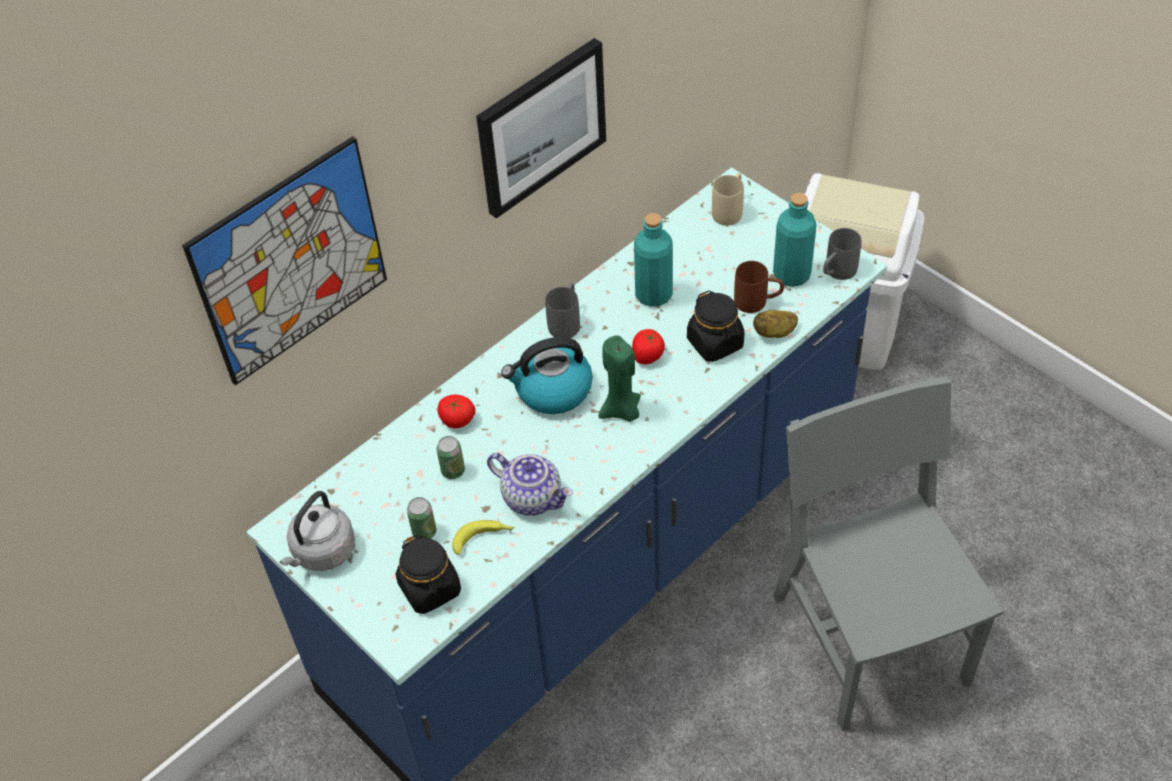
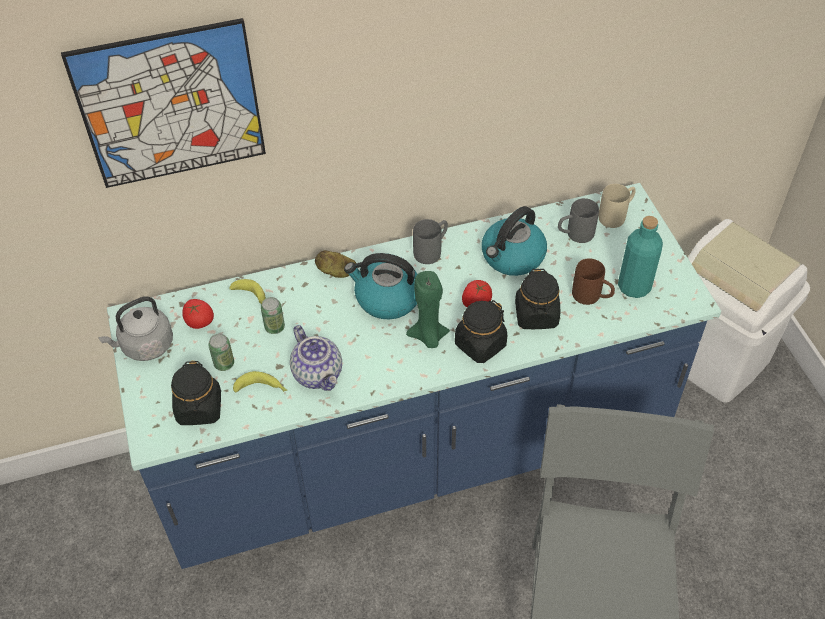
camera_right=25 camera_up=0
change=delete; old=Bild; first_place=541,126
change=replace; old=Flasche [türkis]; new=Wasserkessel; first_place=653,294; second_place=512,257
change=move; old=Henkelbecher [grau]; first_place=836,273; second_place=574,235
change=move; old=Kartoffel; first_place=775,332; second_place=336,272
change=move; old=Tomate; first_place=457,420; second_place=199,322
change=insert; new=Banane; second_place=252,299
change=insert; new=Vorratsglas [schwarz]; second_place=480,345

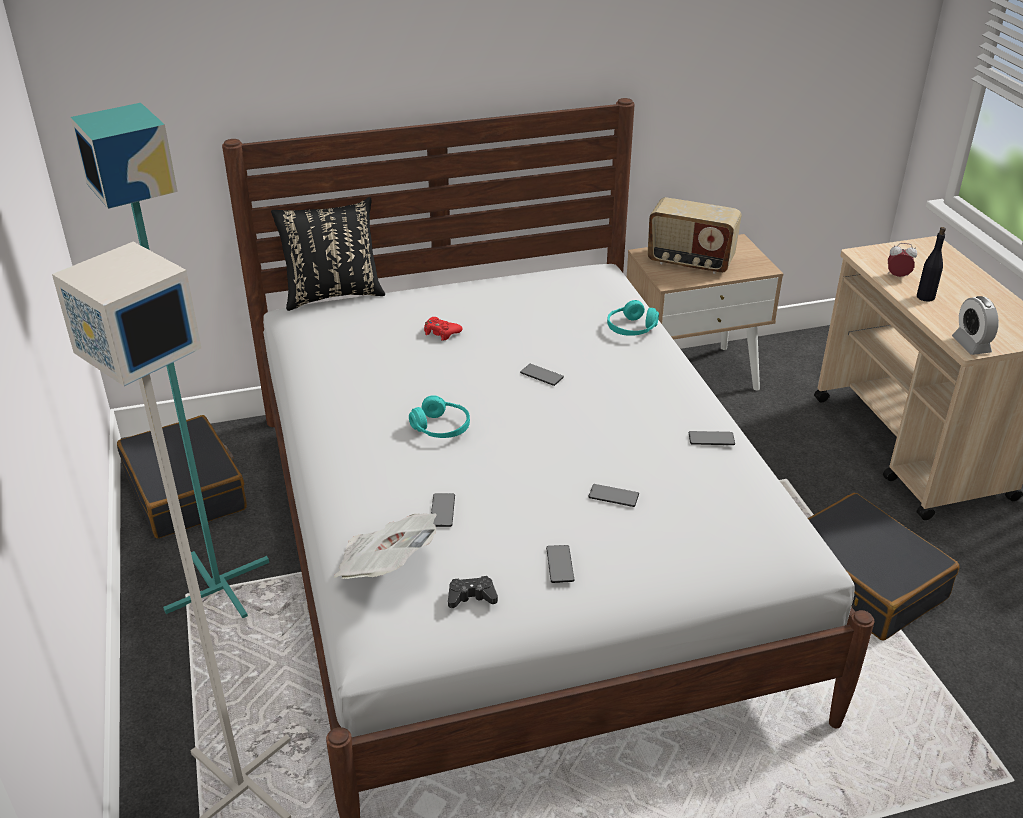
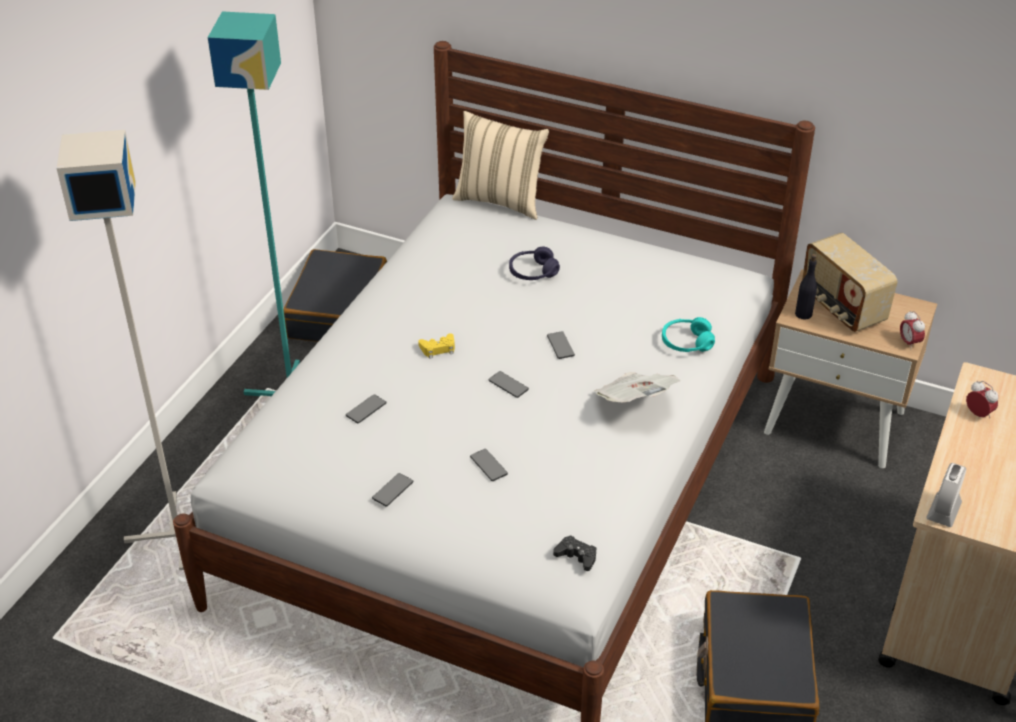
camera_right=40 camera_up=5
change=recolor; old=Kissen [schwarz]; new=Kissen [beige]; first_place=333,294; second_place=500,200
change=move; old=Flasche [schwarz]; first_place=925,297; second_place=803,314
change=replace; old=Gamepad [rot]; new=Kopfhörer [lila]; first_place=441,332; second_place=533,272
change=replace; old=Kopfhörer [türkis]; new=Gamepad [gelb]; first_place=441,428; second_place=438,349
change=move; old=Handy; first_place=711,439; second_place=508,385
change=move; old=Zeitung; first_place=386,566; second_place=635,402
change=move; old=Gamepad [schwarz]; first_place=471,597; second_place=576,556
change=insert; new=Wecker; second_place=909,343

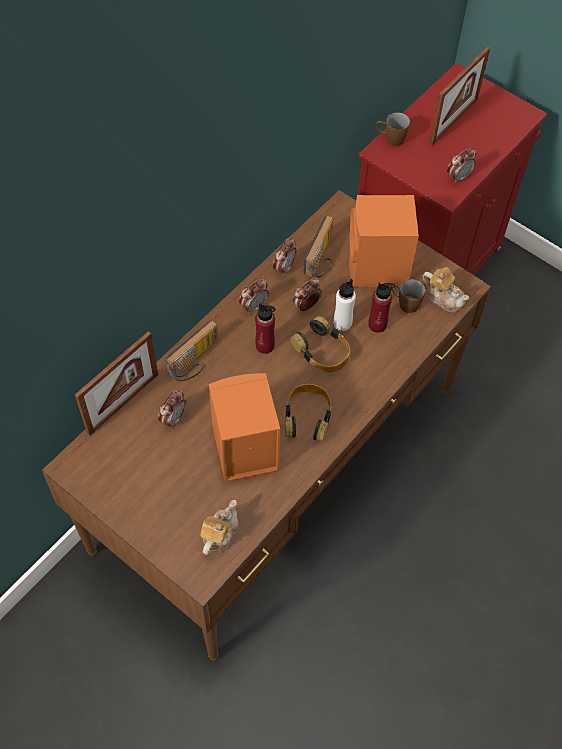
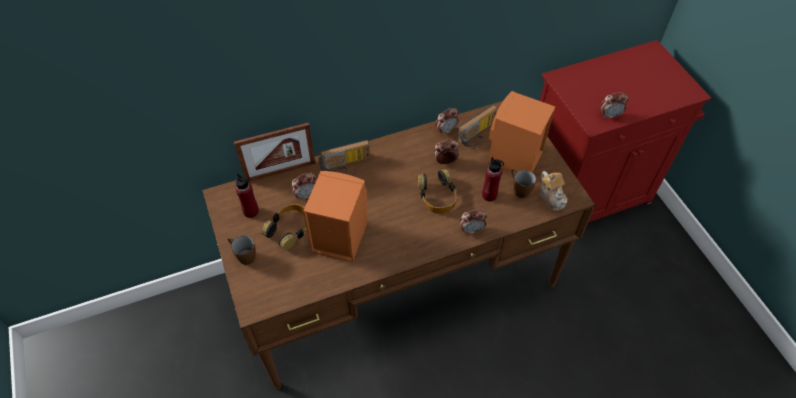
camera_right=30 camera_up=-5
change=delete; old=Bilderrahmen; first_place=453,121
change=move; old=Henkelbecher [braun]; first_place=390,139; second_place=243,255
change=move; old=Wecker; first_place=254,306; second_place=471,230
change=delete; old=Flasche [weiß]; first_place=342,323
change=move; old=Flasche [rot]; first_place=265,345; second_place=251,211
change=move; old=Kopfhörer; first_place=307,416; second_place=290,229
change=delete; old=Teekanne; first_place=219,534

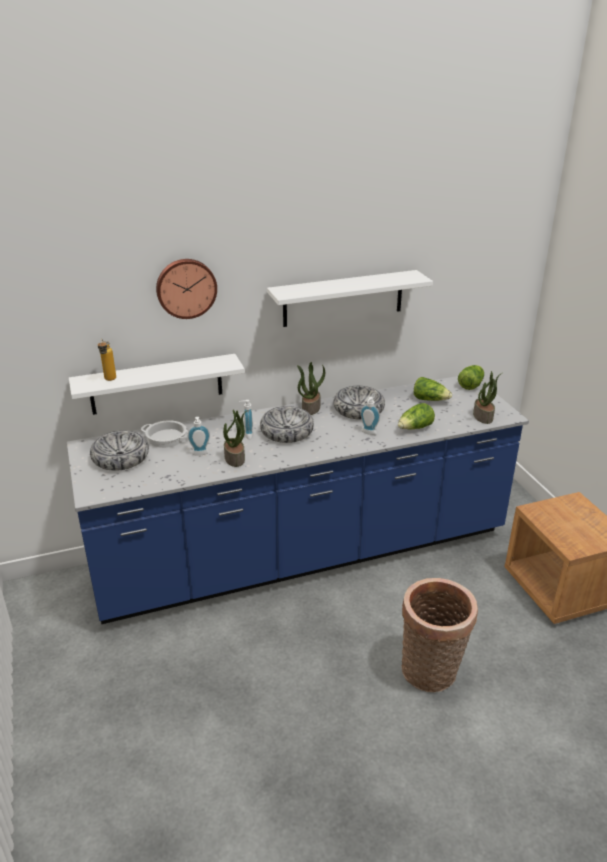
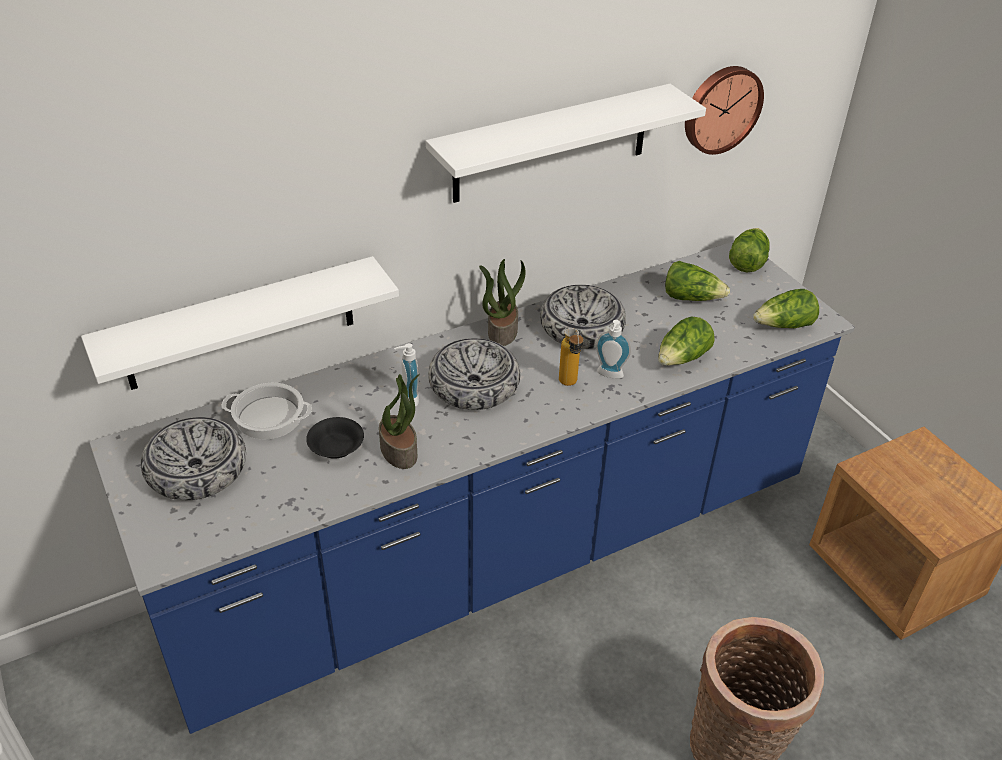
camera_right=-10 camera_up=10
change=move; old=Wanduhr; first_place=186,288; second_place=721,108
change=move; old=Flasche; first_place=109,380; second_place=569,385
change=replace; old=Topfpflanze; new=Salatkopf; first_place=483,417; second_place=784,326
change=replace; old=Seifenspender; new=Schüssel [schwarz]; first_place=200,454; second_place=337,447

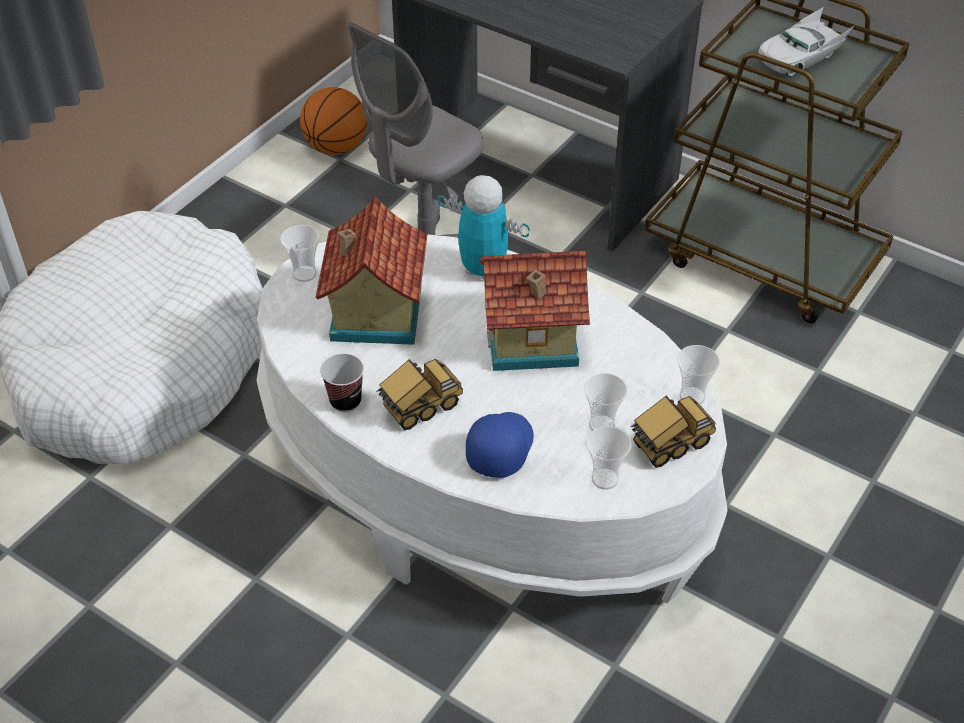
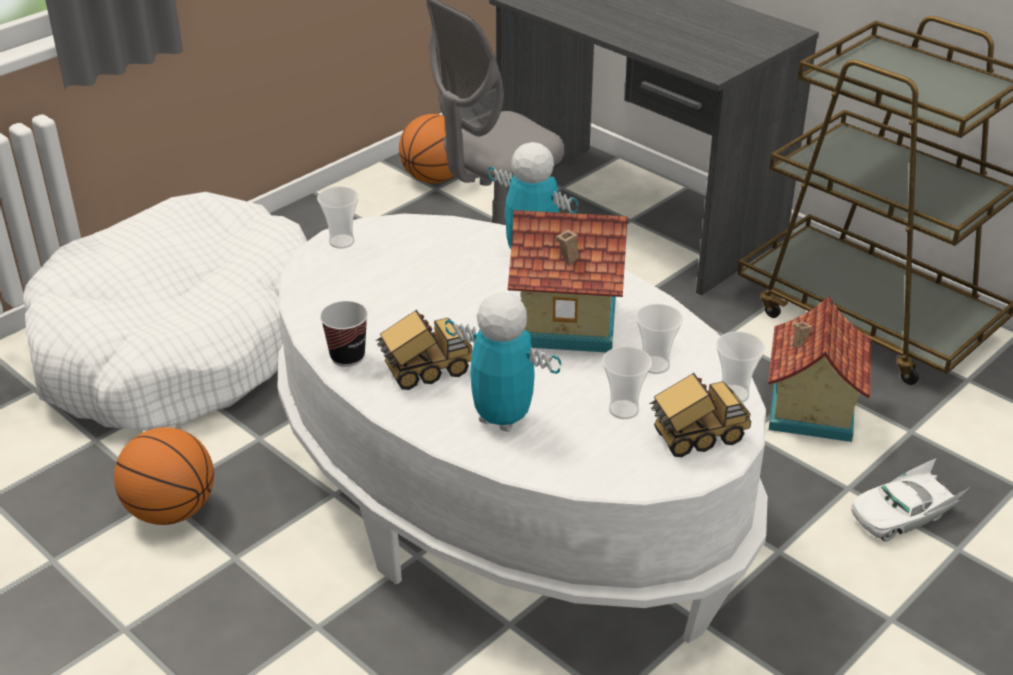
camera_right=10 camera_up=-10
change=move; old=Spielzeugauto [weiß]; first_place=801,56; second_place=903,514
change=move; old=Spielzeughaus; first_place=373,313; second_place=808,410
change=replace; old=Kappe [blau]; new=Spielzeugroboter; first_place=499,448; second_place=502,418
change=move; old=Tasse; first_place=605,479; second_place=655,365
change=insert; new=Basketball; second_place=171,511

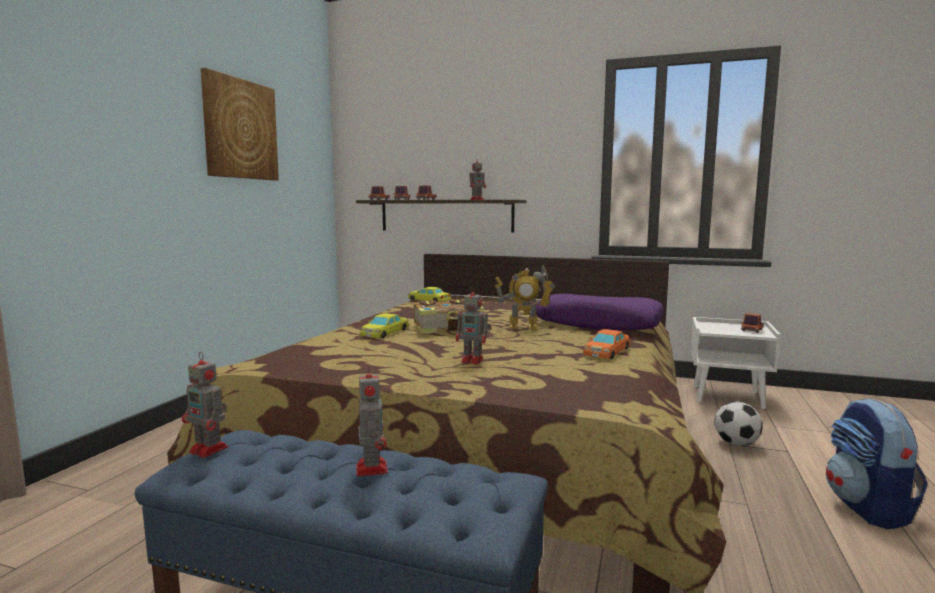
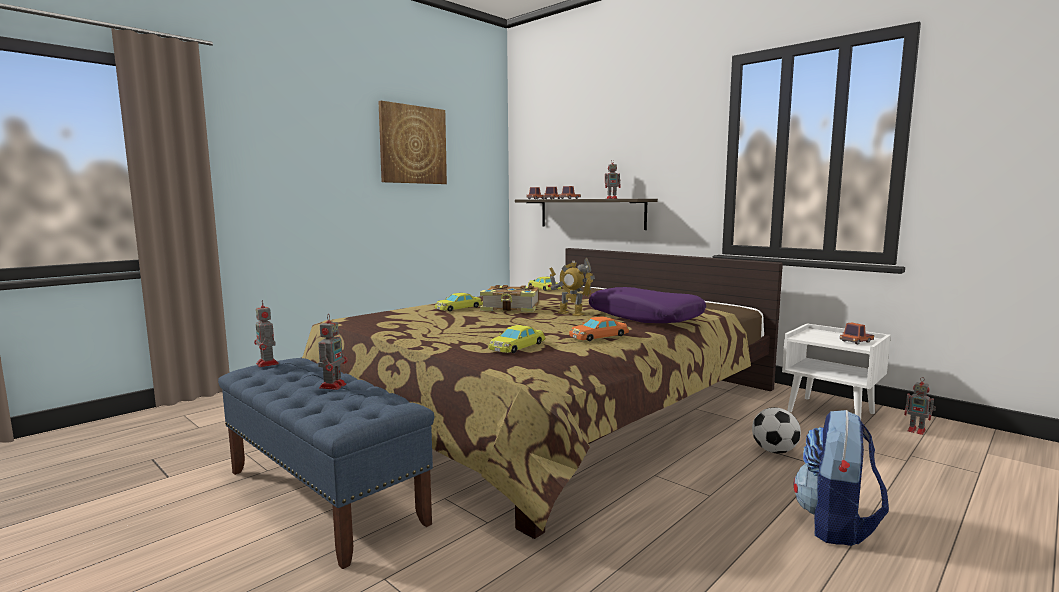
camera_right=25 camera_up=0
change=move; old=Spielzeugroboter; first_place=473,361; second_place=917,431
change=insert; new=Spielzeugauto [gelb]; second_place=517,346

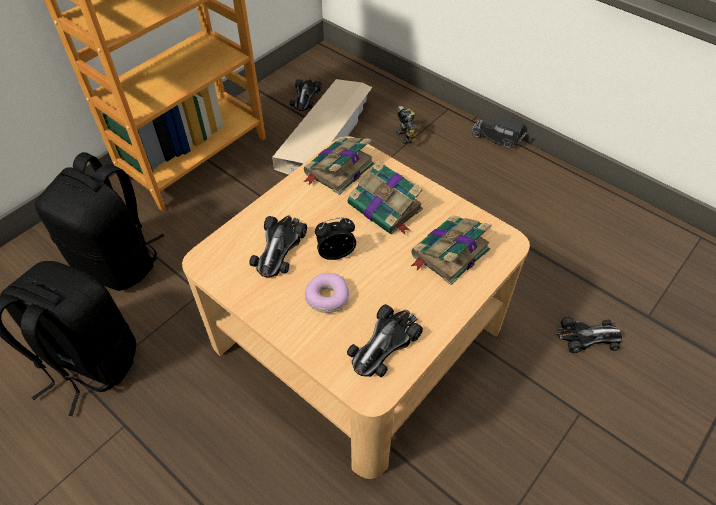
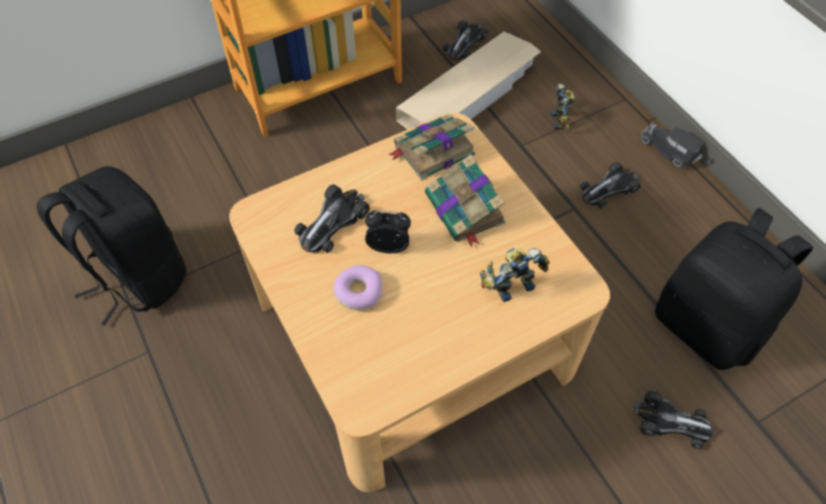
camera_right=20 camera_up=5
change=move; old=Rucksack [schwarz]; first_place=118,262; second_place=706,326
change=replace; old=Buch; new=Spielzeugroboter; first_place=449,254; second_place=511,284
change=move; old=Spielzeugauto; first_place=384,344; second_place=608,188

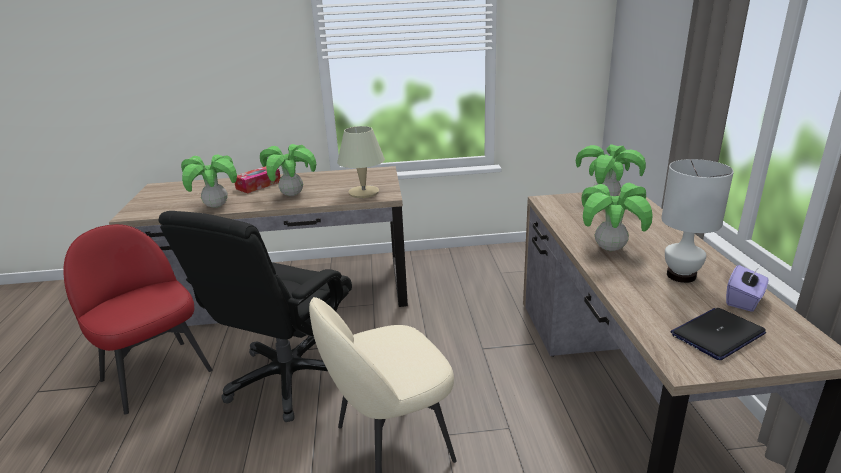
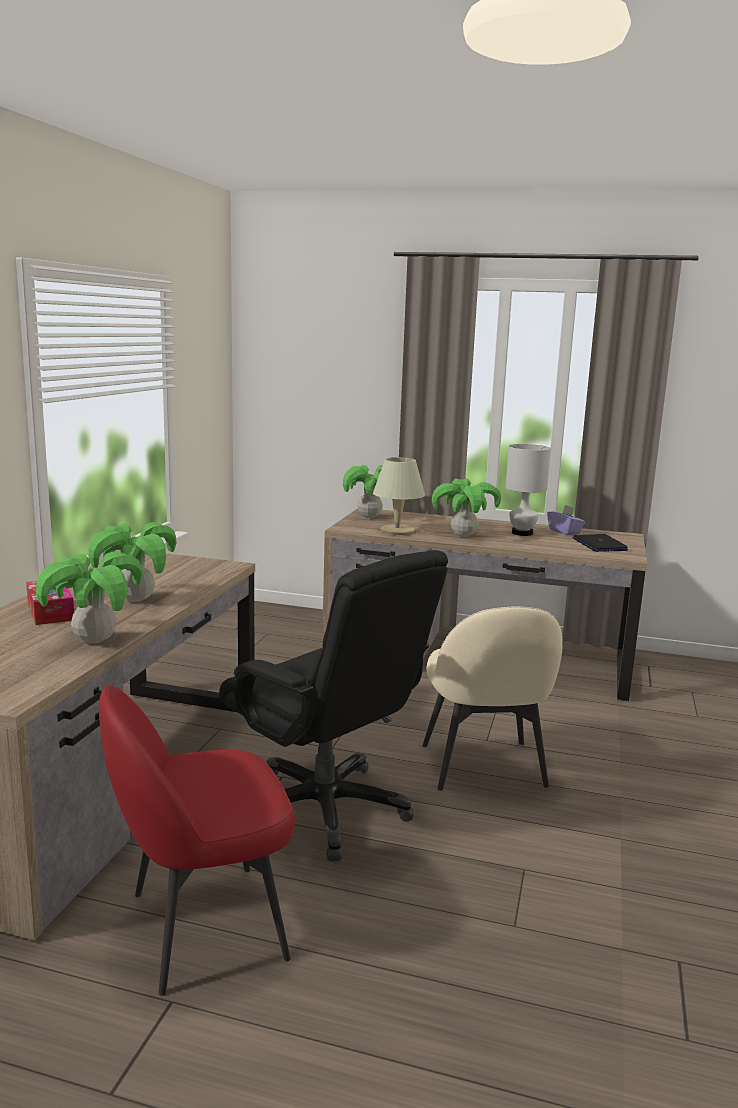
camera_right=-70 camera_up=-10
change=move; old=Tischlampe [beige]; first_place=364,193; second_place=397,531

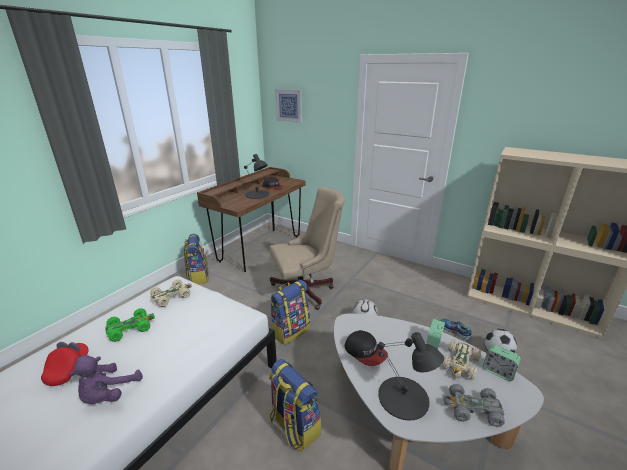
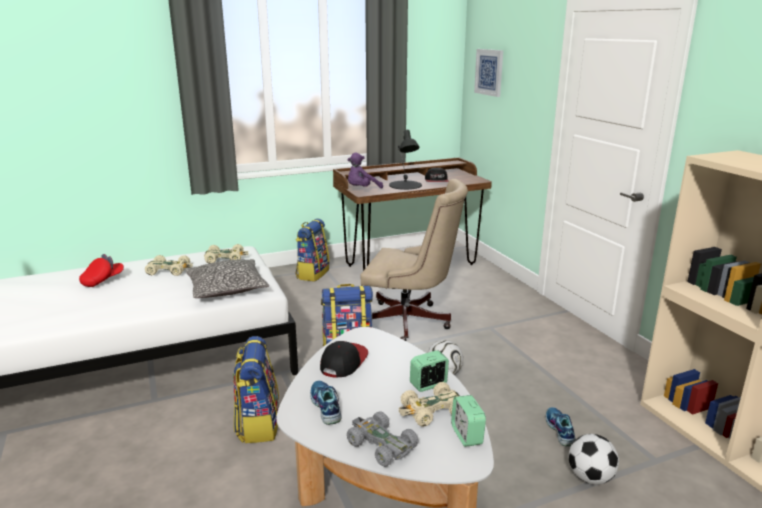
camera_right=35 camera_up=-5
change=recolor; old=Spielzeugauto [grün]; new=Spielzeugauto [beige]; first_place=130,328; second_place=169,270
change=rotate; old=Kappe; first_place=365,352; second_place=343,362; degrees=-150
change=replace; old=Tischlampe [schwarz]; new=Schuh; first_place=404,398; second_place=325,407
change=move; old=Plüschtier [lila]; first_place=109,394; second_place=362,189
change=insert; new=Kissen; second_place=227,288

